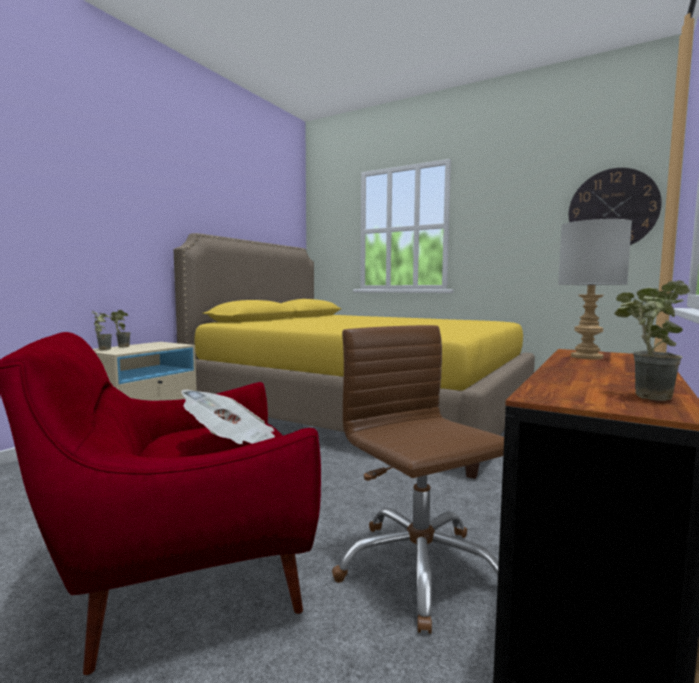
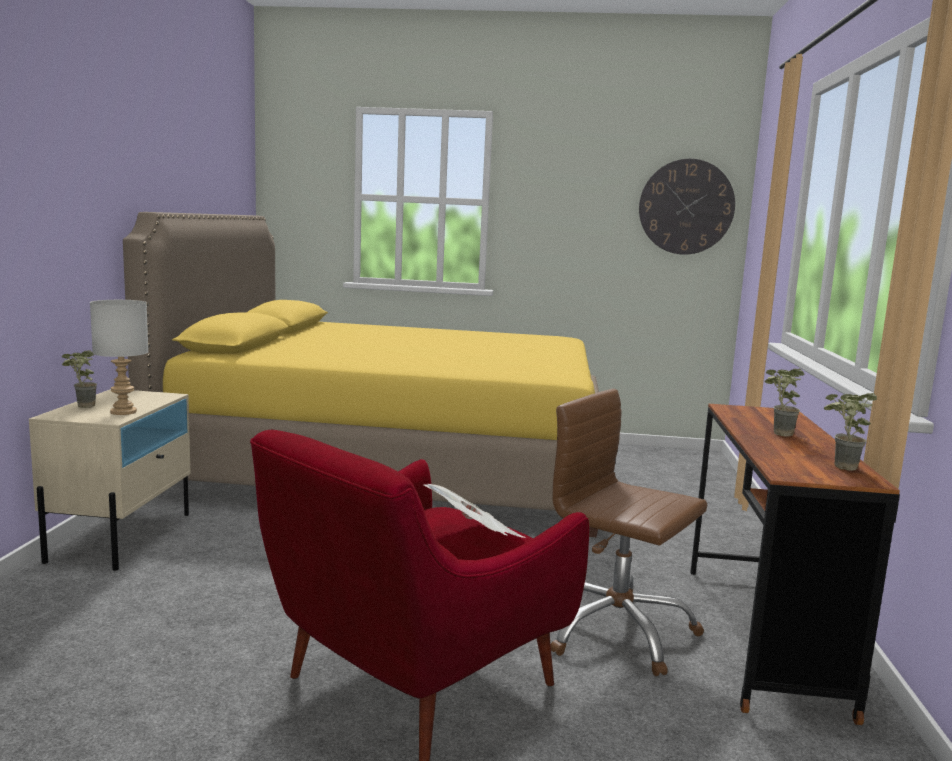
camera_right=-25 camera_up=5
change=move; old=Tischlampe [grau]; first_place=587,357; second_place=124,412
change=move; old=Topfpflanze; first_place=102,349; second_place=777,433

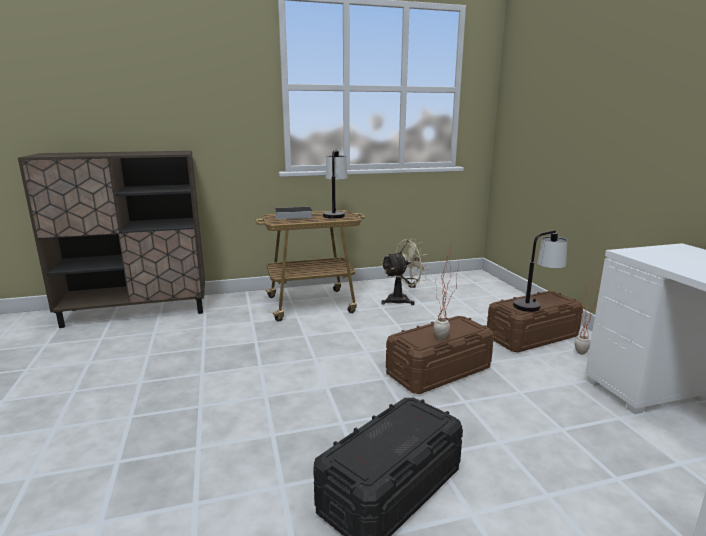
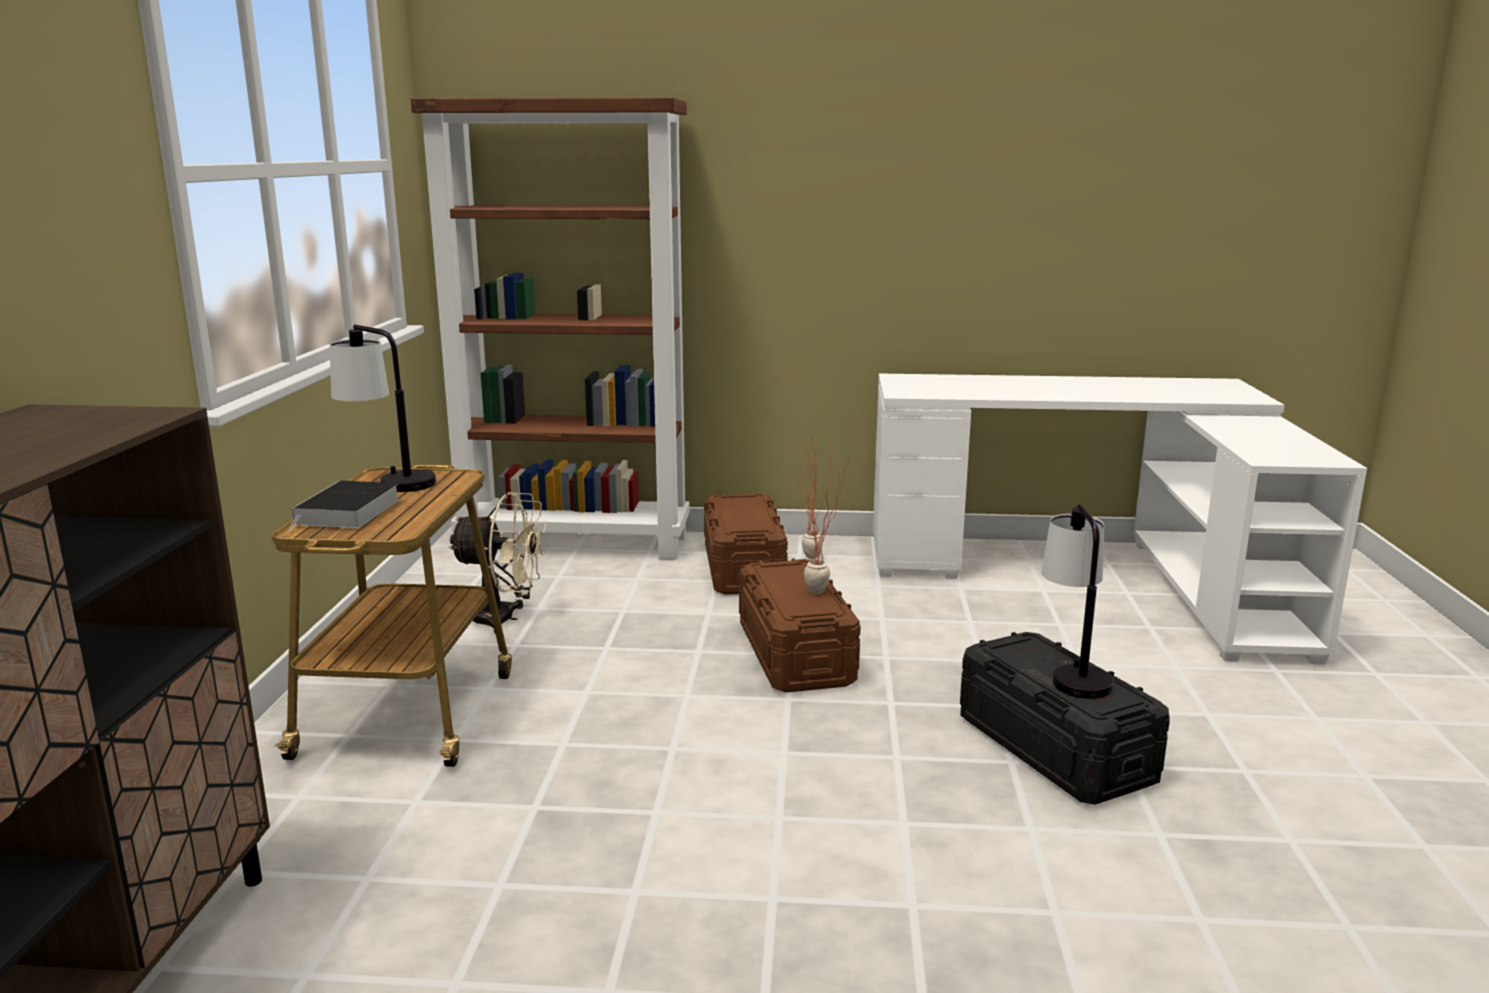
camera_right=-70 camera_up=0
change=move; old=Tischlampe; first_place=536,304; second_place=1071,672
change=rotate; old=Ventilator [beige]; first_place=402,300; second_place=504,619; degrees=105
change=insert; new=Bücherregal [braun]; second_place=577,543

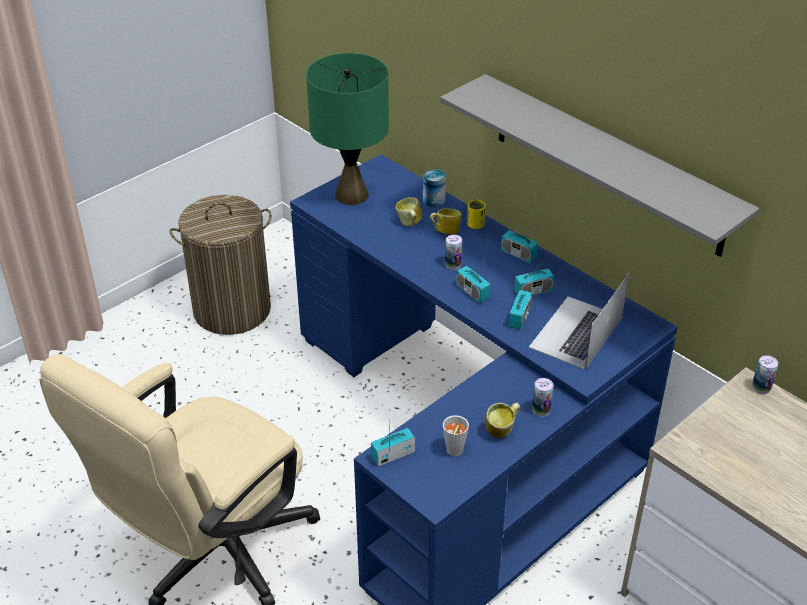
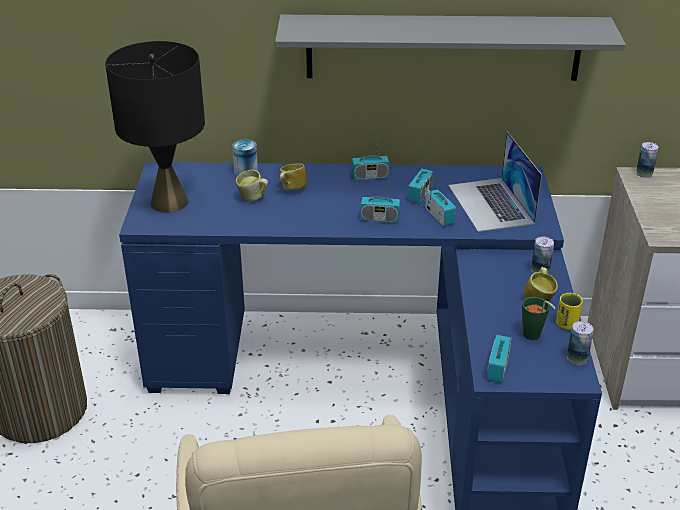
camera_right=-45 camera_up=-5
change=recolor; old=Tischlampe [grün]; new=Tischlampe [schwarz]; first_place=352,195; second_place=170,202
change=move; old=Tasse [gelb]; first_place=475,225; second_place=566,324
change=move; old=Dose; first_place=453,265; second_place=577,358
change=recolor; old=Tasse [grau]; new=Tasse [grün]; first_place=453,453; second_place=534,337

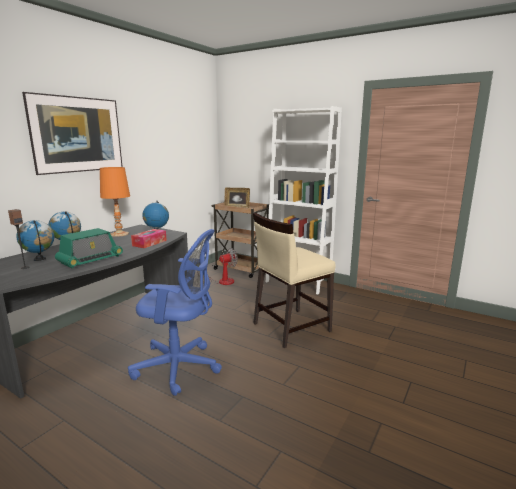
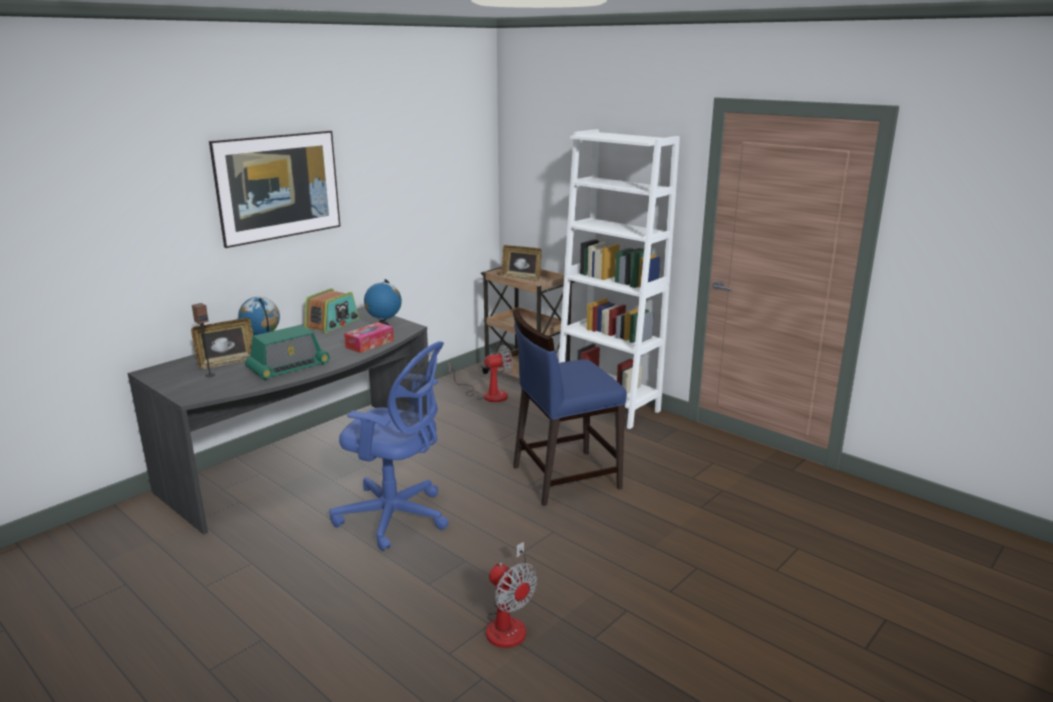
camera_right=10 camera_up=5
change=replace; old=Tischlampe [orange]; new=Radio; first_place=119,234; second_place=332,324
change=recolor; old=Stuhl [beige]; new=Stuhl [blau]; first_place=290,327; second_place=564,477
change=replace; old=Globus; new=Bilderrahmen; first_place=40,259; second_place=227,363
change=insert; new=Ventilator; second_place=509,622

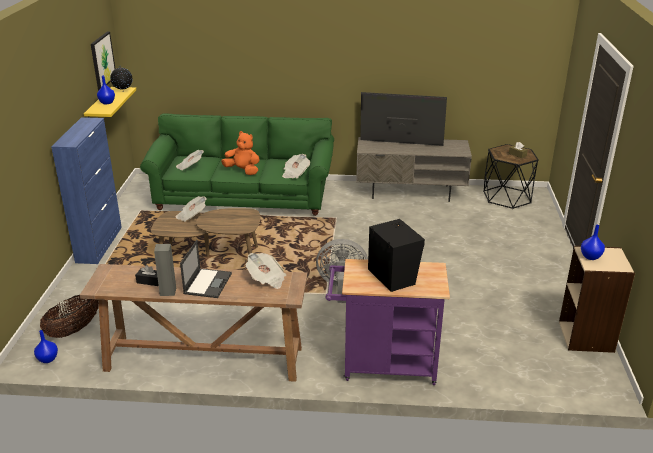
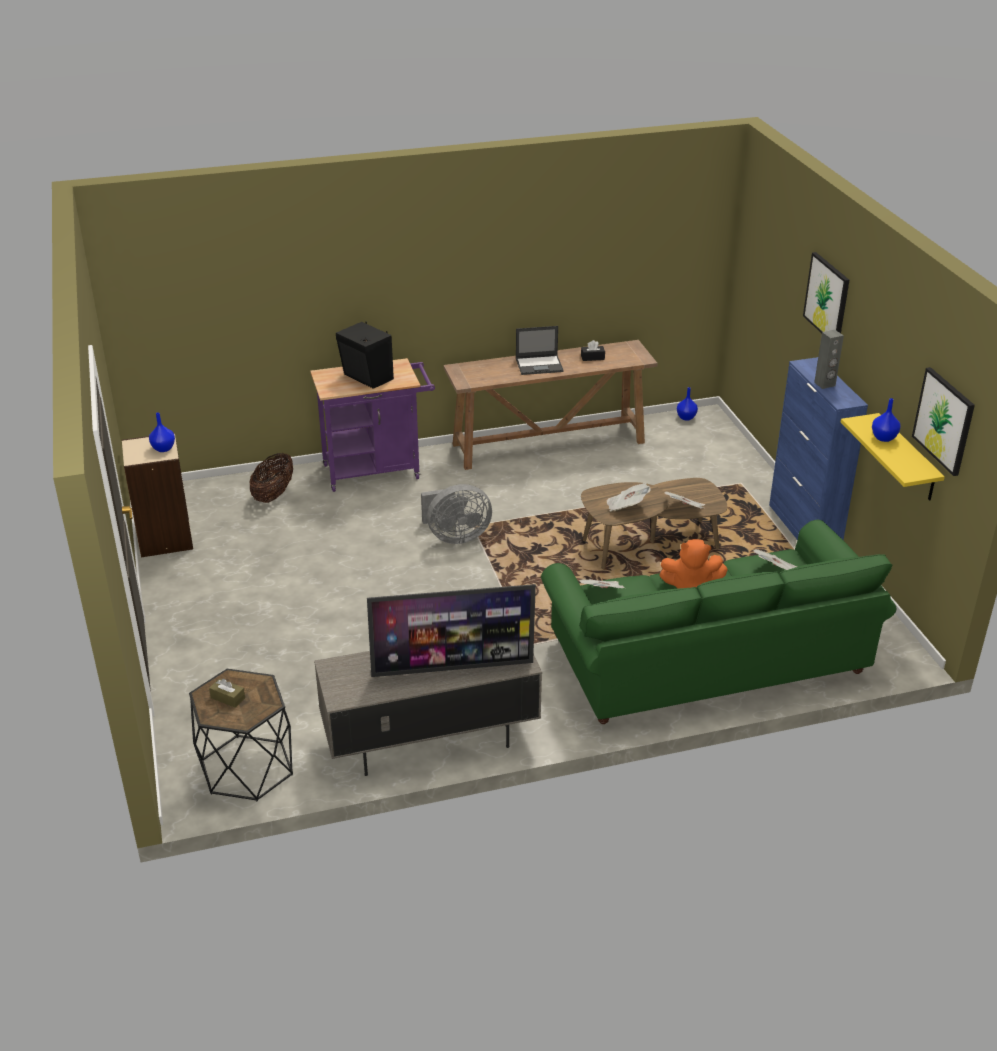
camera_right=160 camera_up=5
change=delete; old=Globus; first_place=123,91
change=rotate; old=Laptop; first_place=208,283; second_place=540,365; degrees=-90
change=move; old=Lautsprecher [grau]; first_place=168,291; second_place=825,384
change=move; old=Zeitung; first_place=266,279; second_place=626,507
change=move; old=Korb; first_place=73,330; second_place=273,494
change=insert; new=Bild; second_place=827,298

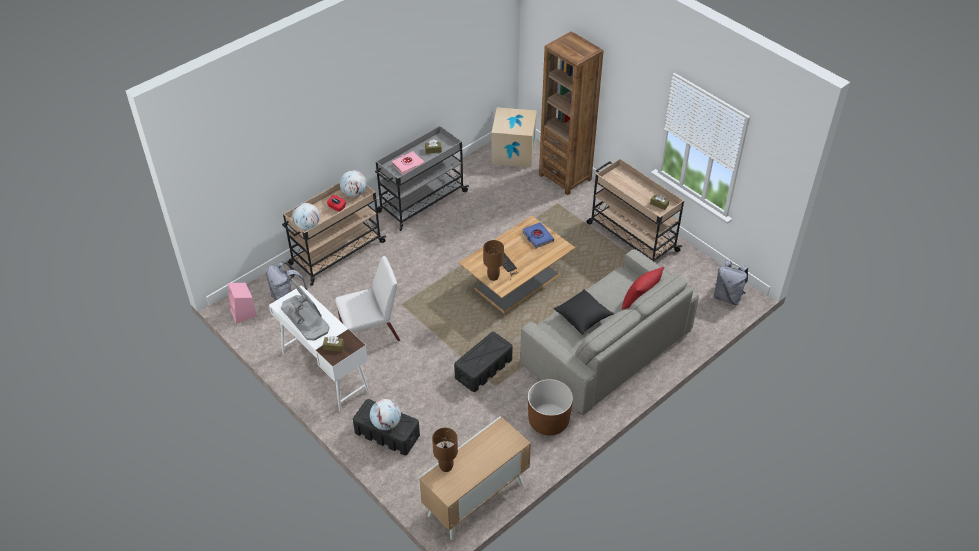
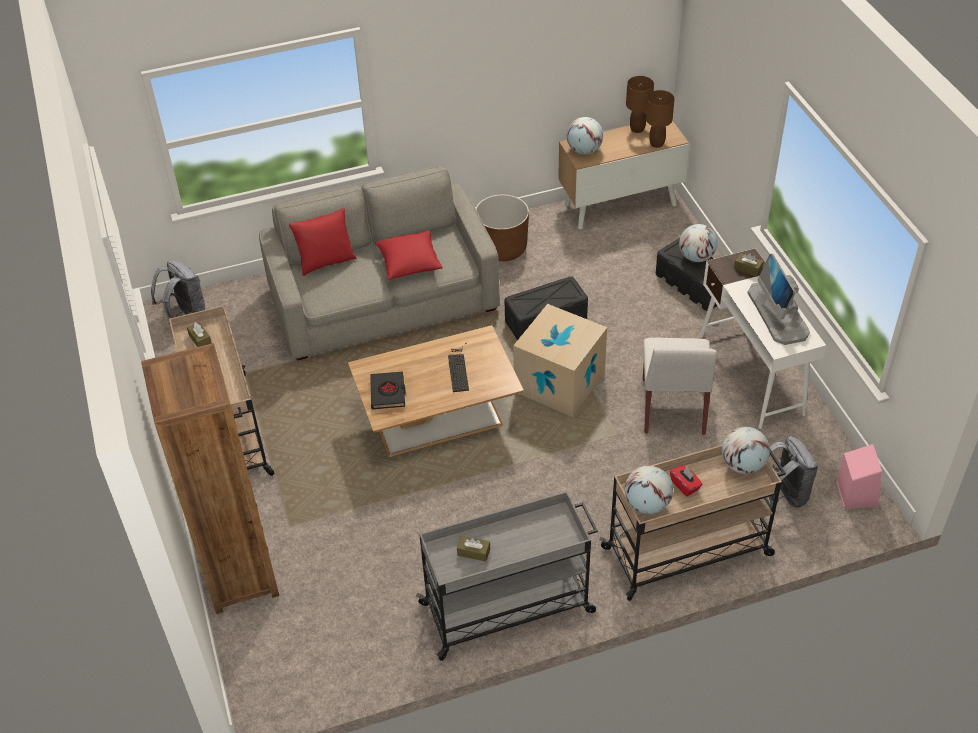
camera_right=-155 camera_up=0
change=move; old=Karton; first_place=513,152; second_place=559,383
change=delete; old=Buch [rosa]; first_place=408,164
change=recolor; old=Buch [blau]; new=Buch [schwarz]; first_place=537,237; second_place=388,393
change=move; old=Tischlampe [braun]; first_place=493,277; second_place=637,129
change=rotate; old=Stuhl [weiß]; first_place=371,332; second_place=673,407; degrees=-90
change=recolor; old=Kissen [schwarz]; new=Kissen [rot]; first_place=583,317; second_place=409,264
change=insert; new=Globus; second_place=584,150

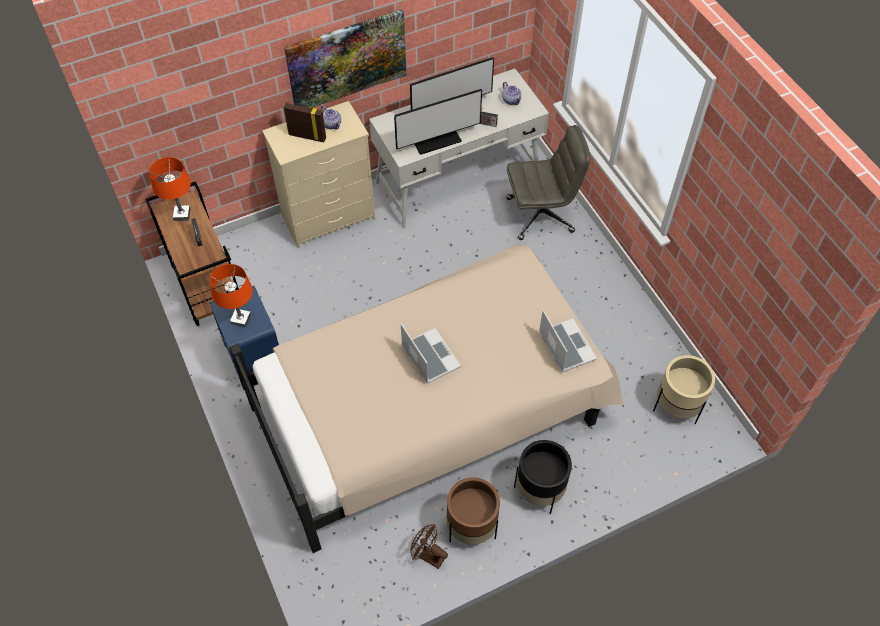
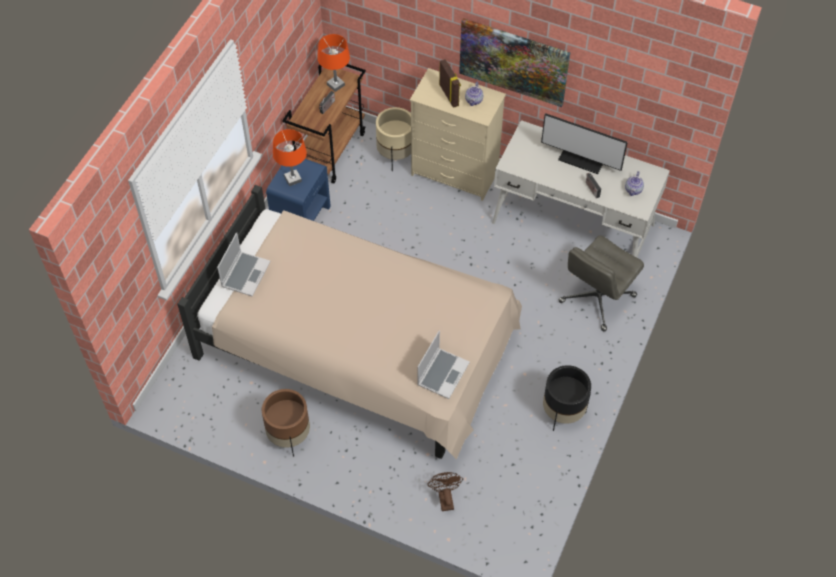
camera_right=50 camera_up=0
change=delete; old=Monitor; first_place=437,141
change=rotate; old=Bürostuhl [grau]; first_place=541,214; second_place=597,299; degrees=90
change=move; old=Laptop; first_place=429,356; second_place=245,274
change=move; old=Pflanzkübel [beige]; first_place=676,407; second_place=395,155
change=move; old=Pflanzkübel [schwarz]; first_place=539,491; second_place=563,413
change=move; old=Ventilator [braun]; first_place=428,555; second_place=445,497

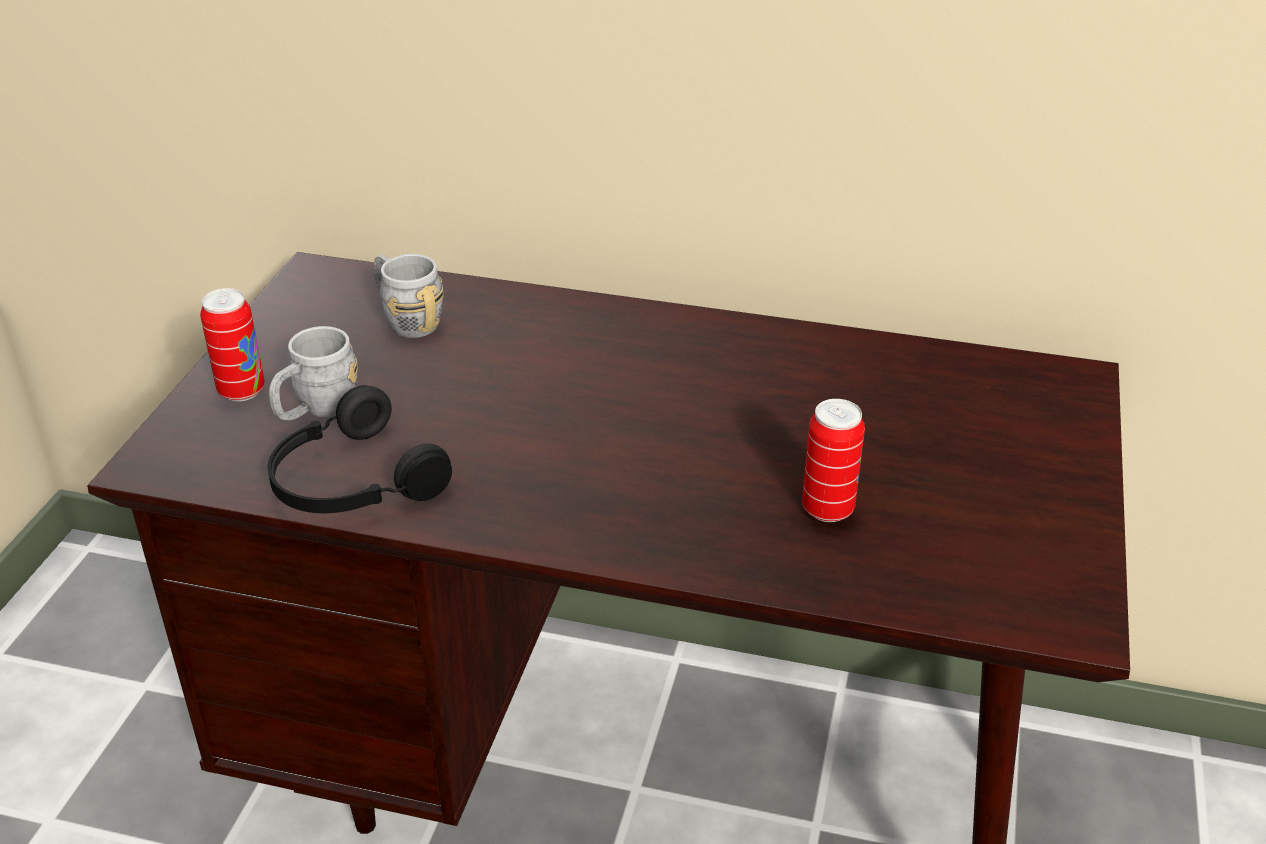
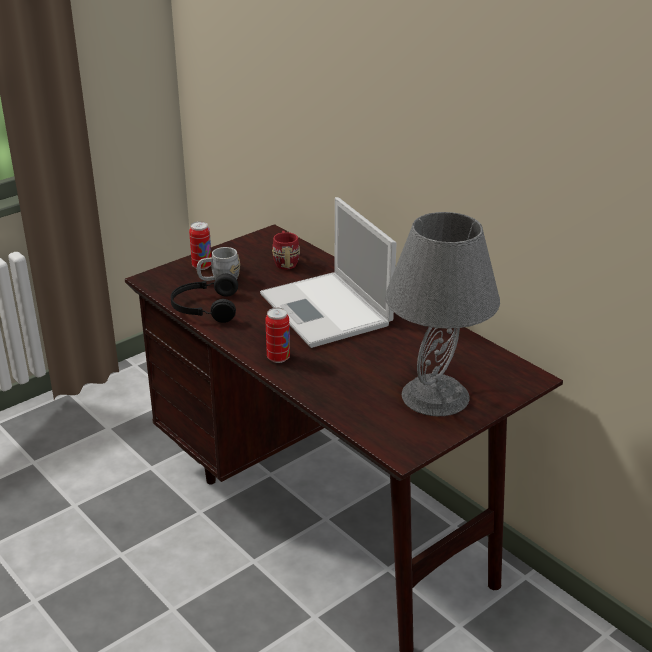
camera_right=35 camera_up=-5
change=recolor; old=Henkelbecher [grau]; new=Henkelbecher [rot]; first_place=406,319; second_place=285,261
change=move; old=Dose; first_place=827,509; second_place=278,358
change=insert; new=Laptop; second_place=327,311
change=insert; new=Tischlampe [grau]; second_place=435,395

